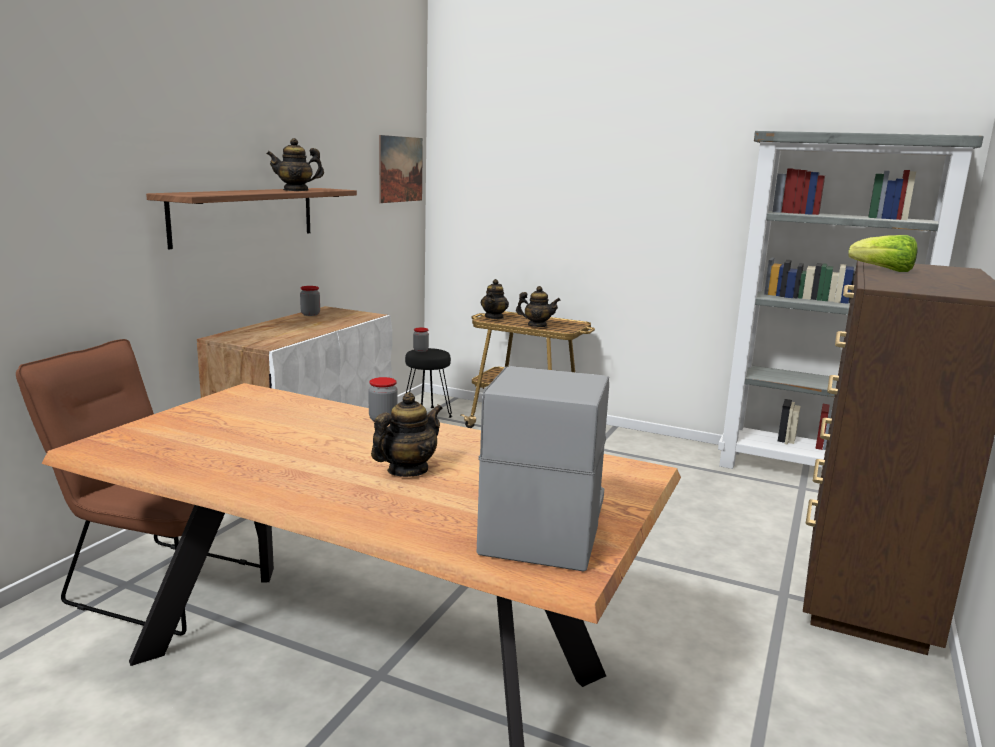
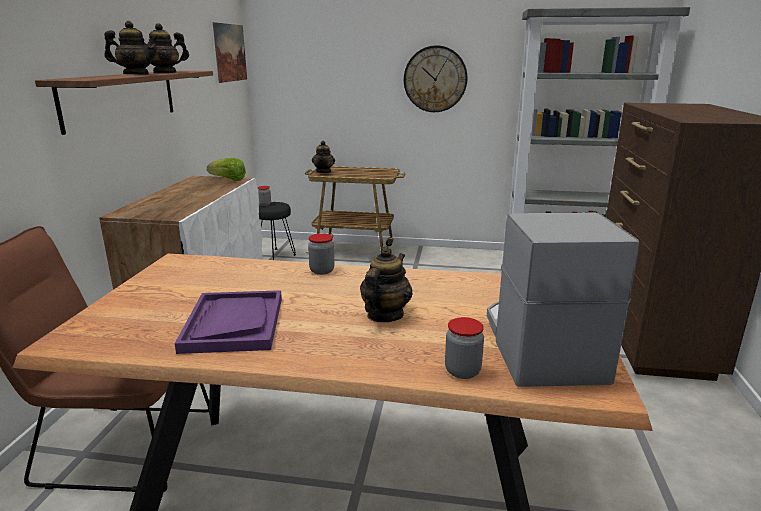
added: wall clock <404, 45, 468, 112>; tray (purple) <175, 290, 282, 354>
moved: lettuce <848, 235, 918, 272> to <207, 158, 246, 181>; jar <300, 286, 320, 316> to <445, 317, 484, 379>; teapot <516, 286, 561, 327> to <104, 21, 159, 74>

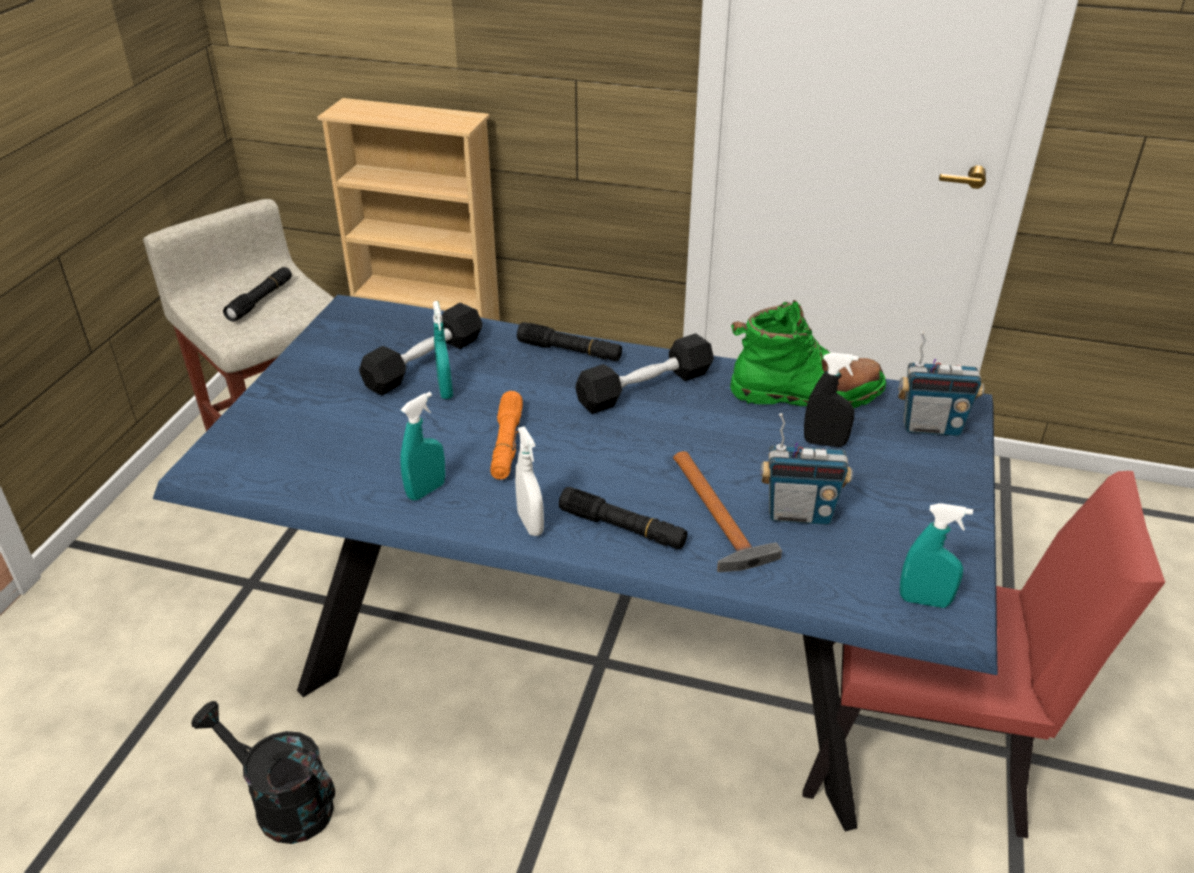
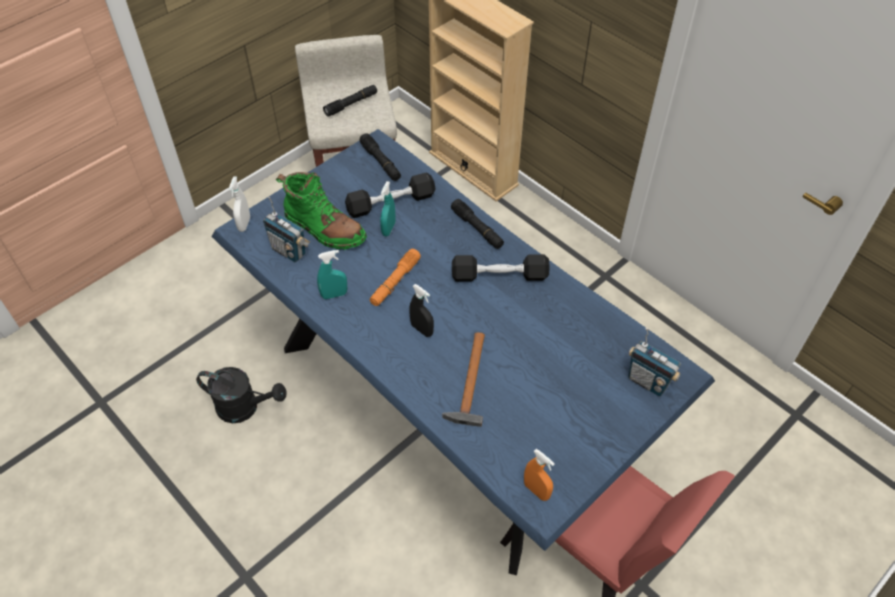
moved: boot (green) <730, 300, 886, 408> to <276, 172, 367, 250>; spray bottle (black) <804, 353, 858, 447> to <410, 284, 434, 337>; radio <760, 413, 853, 525> to <263, 197, 310, 263>; spray bottle (white) <515, 426, 544, 536> to <229, 176, 250, 232>; flashlight (black) <559, 487, 687, 549> to <359, 133, 401, 181>
recoloured: spray bottle (turquoise) <900, 503, 973, 608> to spray bottle (orange) <524, 449, 555, 501>
turned: watering can (black) <191, 701, 335, 844> = <196, 367, 287, 423> 135 degrees clockwise

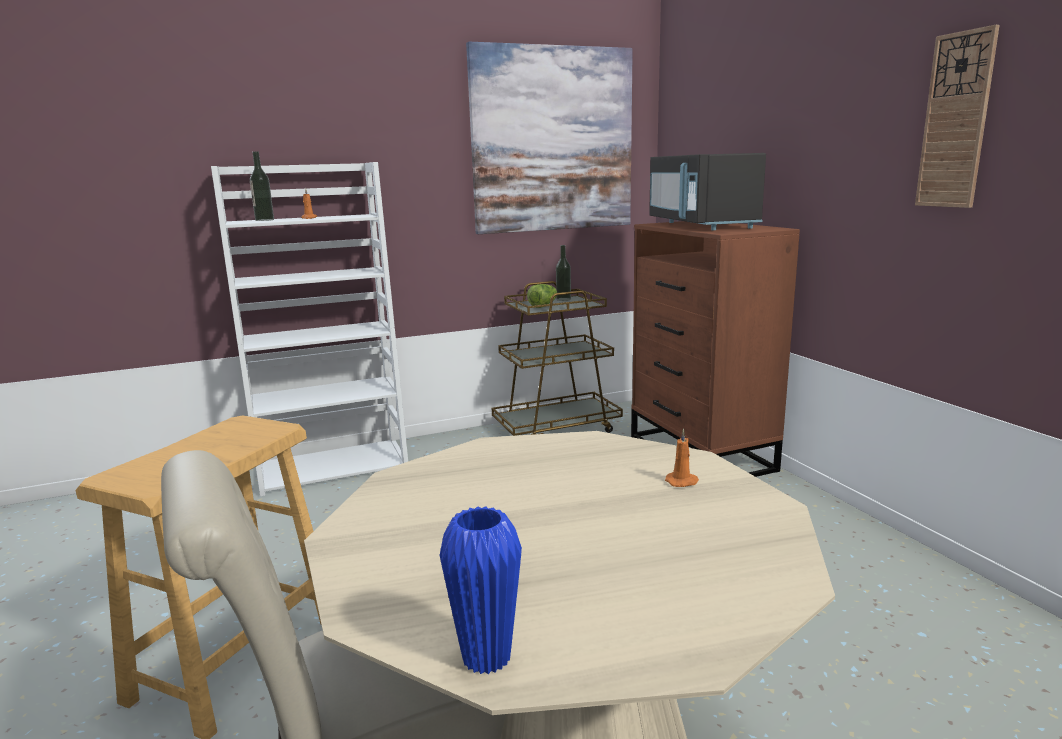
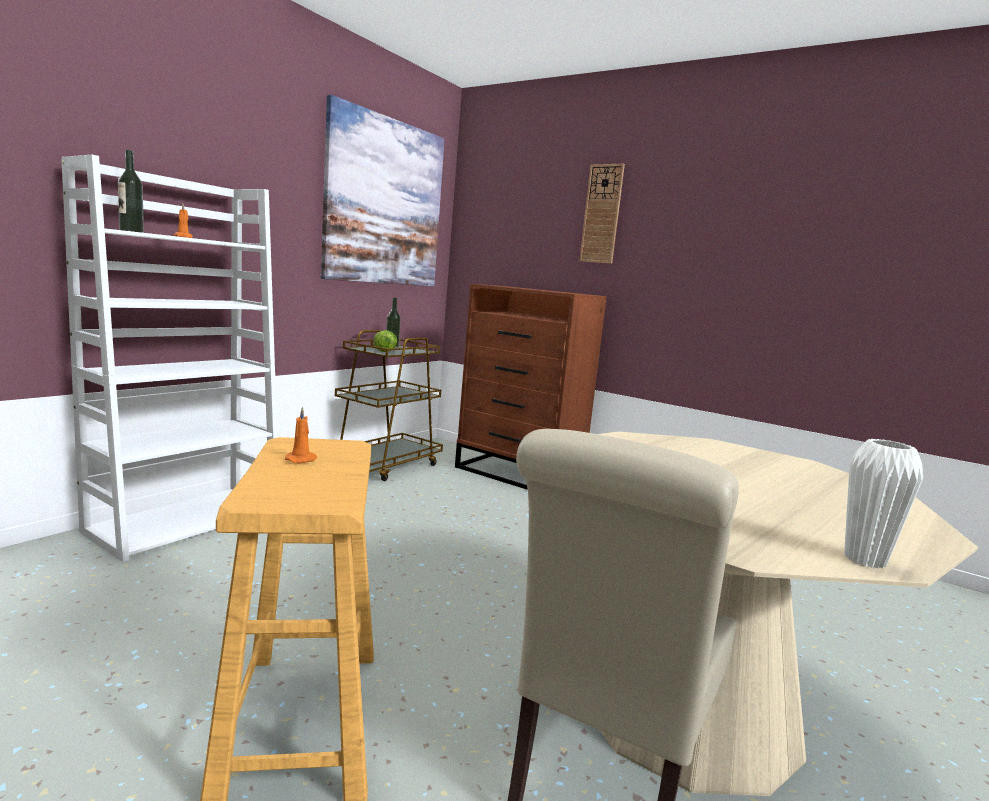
removed: microwave (black) <649, 153, 766, 230>
moved: wall clock <915, 25, 1000, 208> to <579, 164, 625, 264>; candle (orange) <665, 429, 699, 487> to <285, 407, 317, 463>
recoloured: vase (blue) <440, 506, 522, 674> to vase (white) <844, 439, 923, 568>

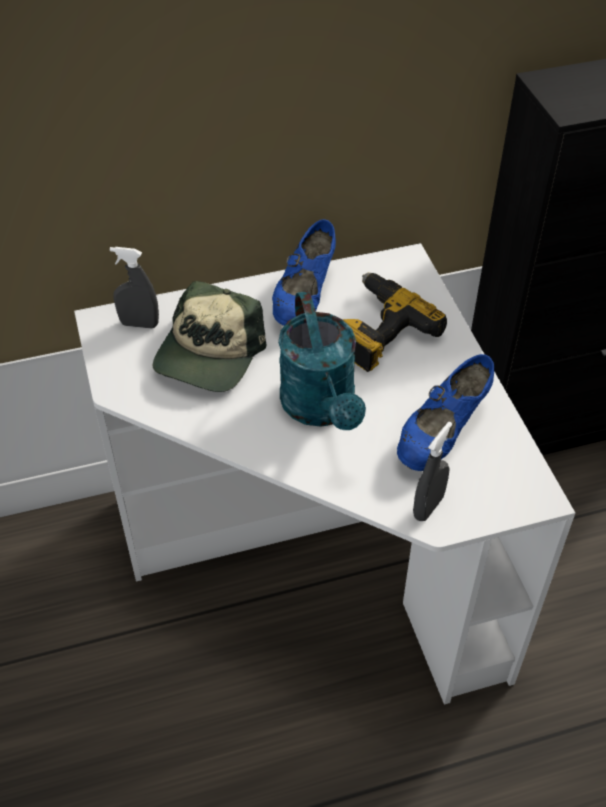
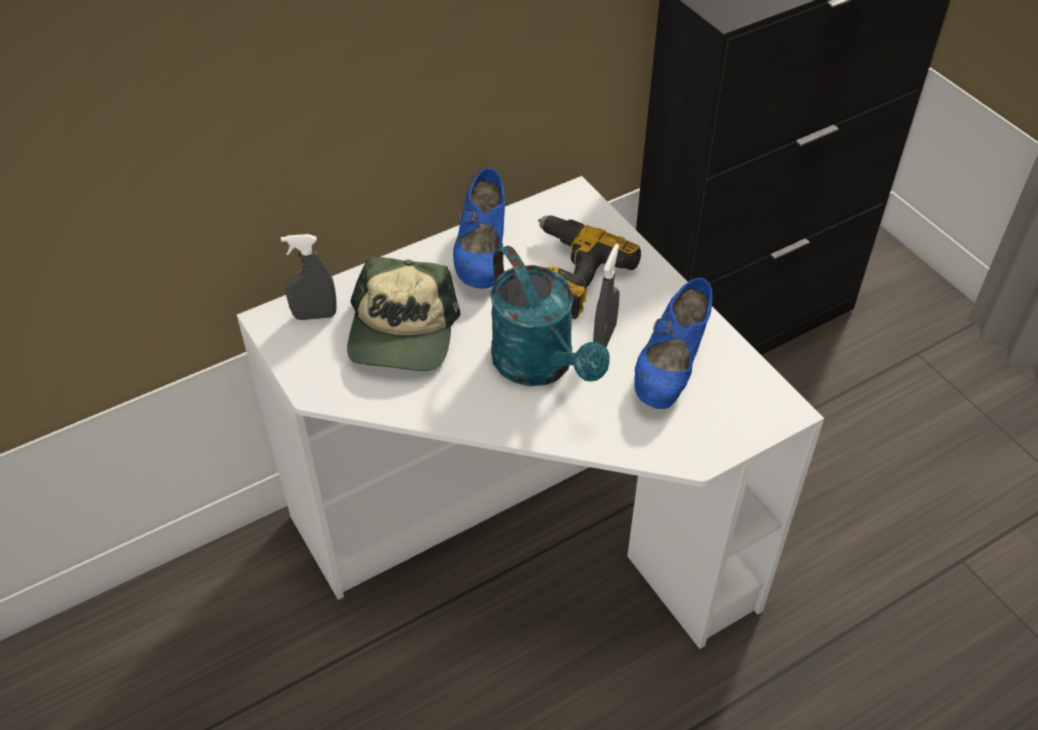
moved: spray bottle (grey) <413, 422, 452, 521> to <593, 244, 620, 347>

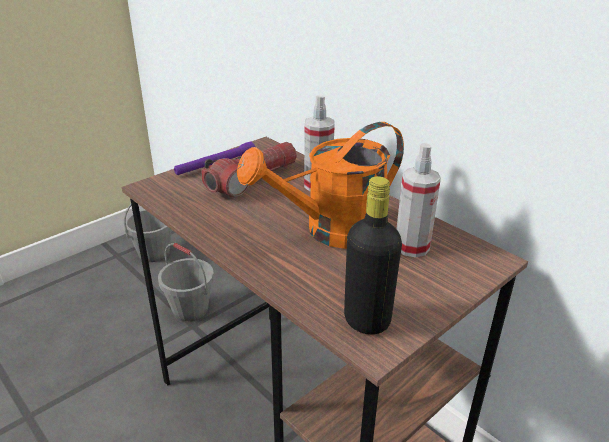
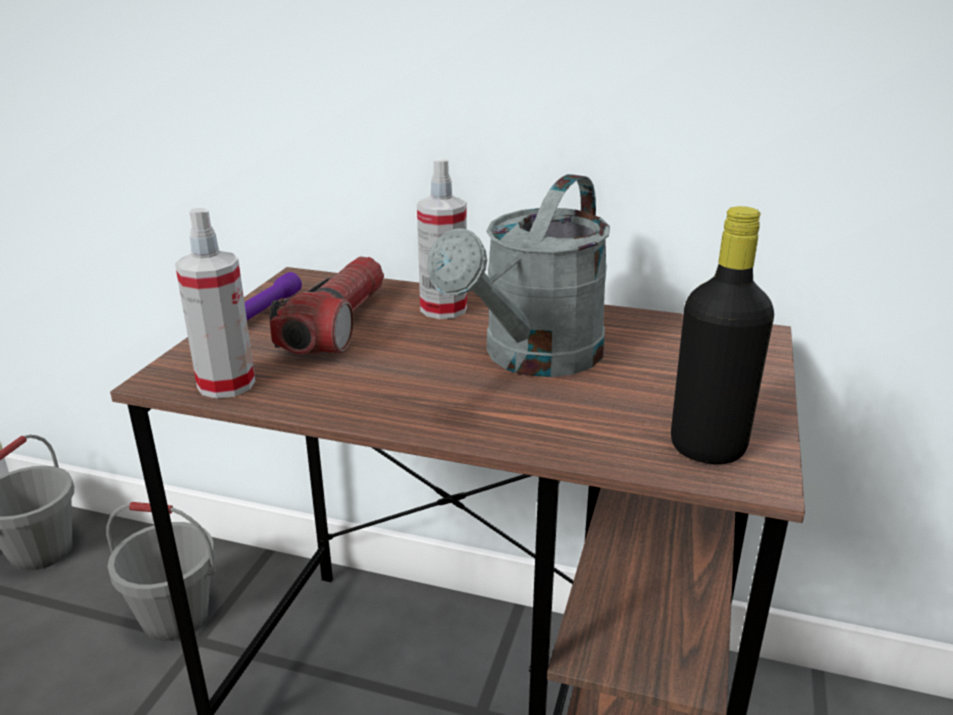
moved: spray bottle <397, 143, 441, 257> to <175, 208, 255, 399>
recoloured: watering can (orange) <237, 122, 404, 249> to watering can (grey) <427, 174, 610, 377>

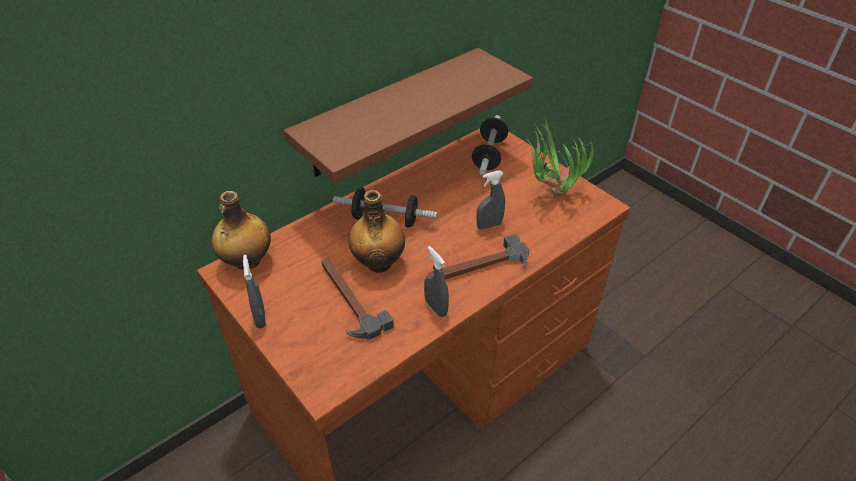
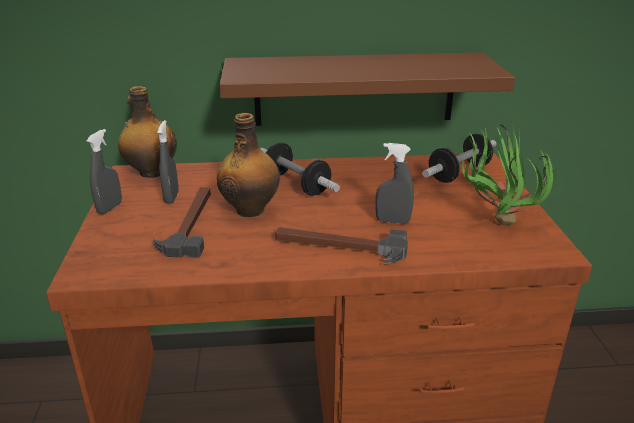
moved: spray bottle (grey) <424, 246, 449, 317> to <157, 120, 179, 204>

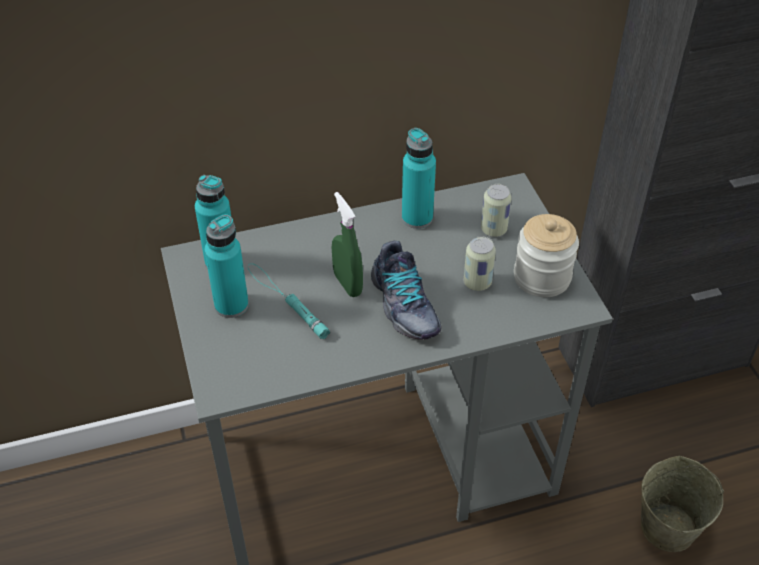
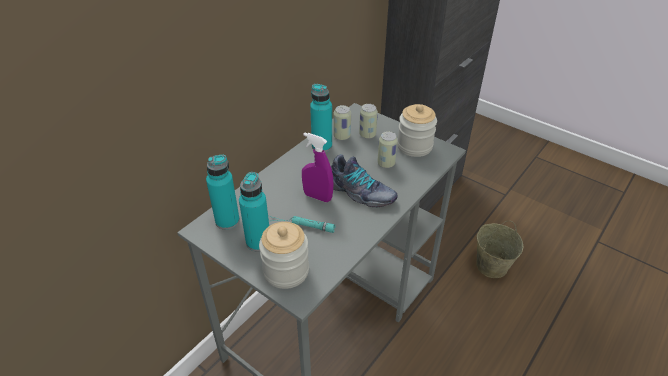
added: can <334, 105, 351, 140>; jar <259, 222, 309, 289>
recoloured: spray bottle (green) <332, 192, 363, 297> to spray bottle (purple) <302, 132, 334, 202>

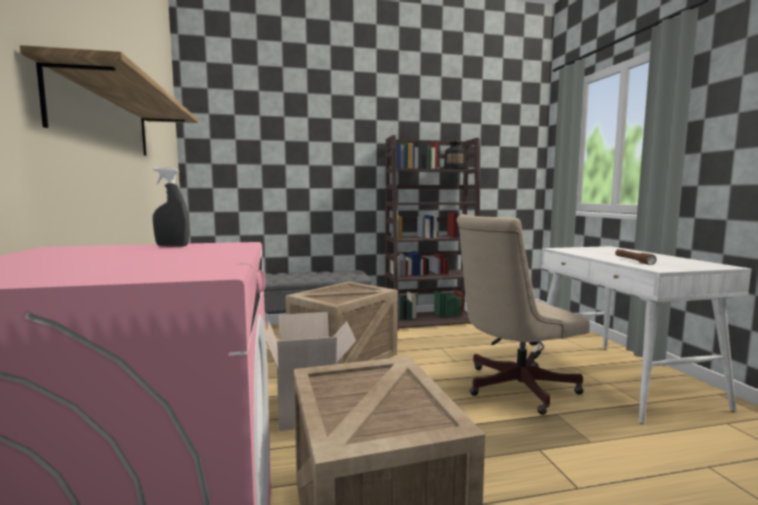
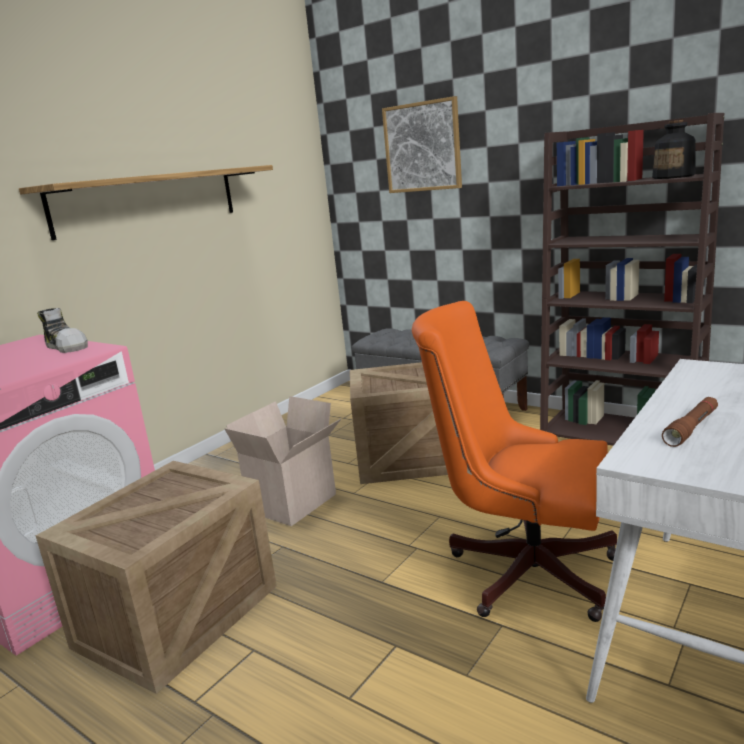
added: picture <382, 96, 462, 193>
replaced: spray bottle (grey) <153, 167, 189, 247> to shoe <37, 308, 88, 353>
recoloured: office chair (beige) <457, 214, 590, 415> to office chair (orange) <412, 301, 617, 622>

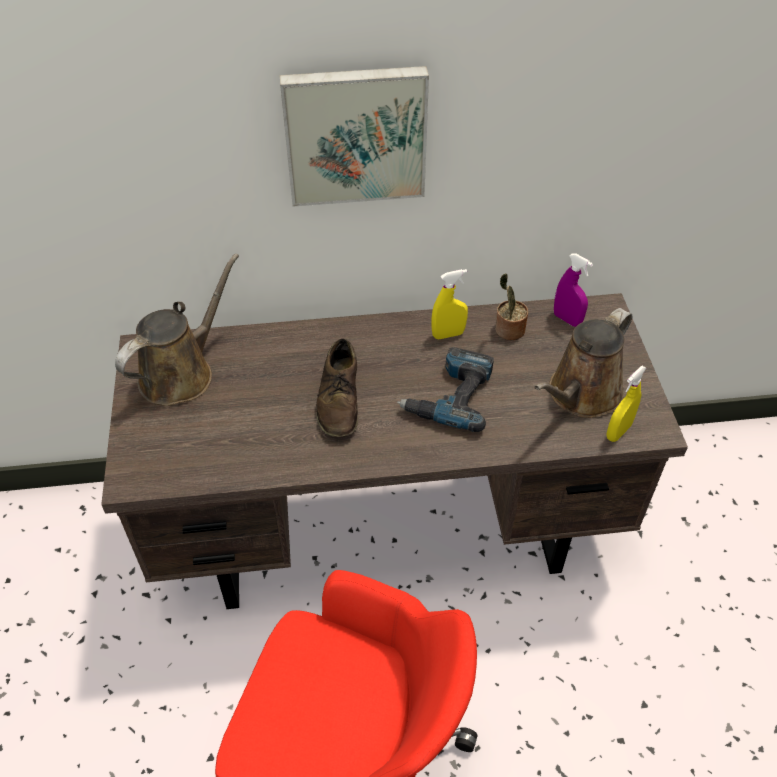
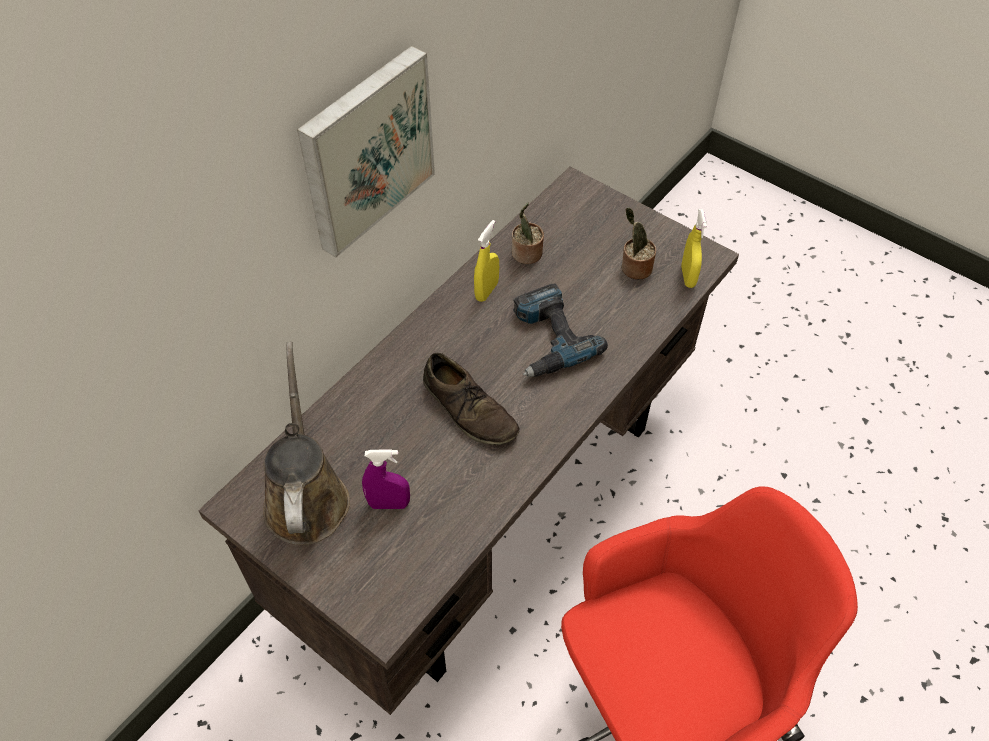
moved: spray bottle (purple) <554, 253, 593, 327> to <362, 450, 410, 509>
replaced: watering can (brown) <534, 308, 632, 418> to potted plant <622, 207, 656, 279>

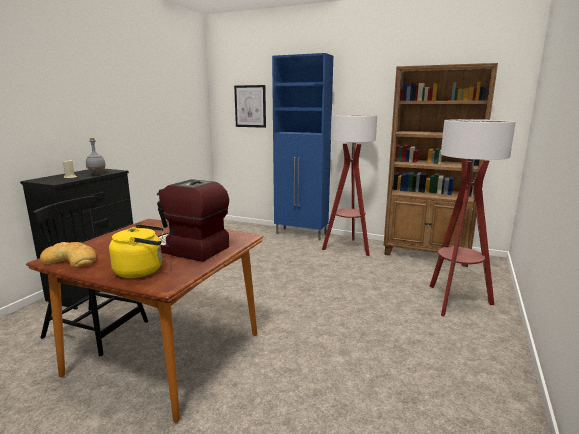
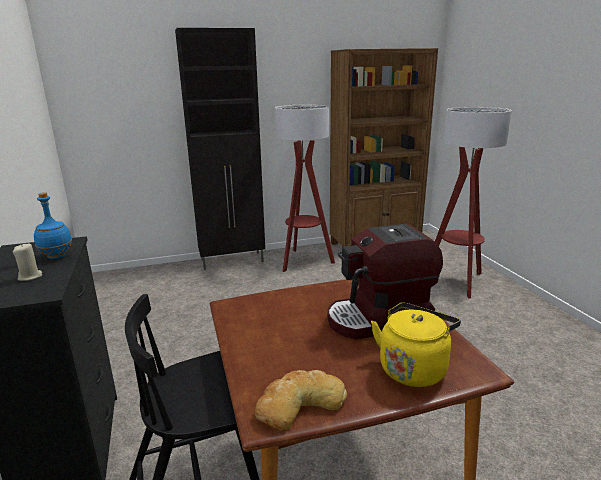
removed: picture <234, 85, 266, 128>
recoloured: cabinet (blue) <272, 53, 333, 240> to cabinet (black) <175, 28, 265, 270>; bottle (grey) <86, 138, 106, 175> to bottle (blue) <34, 192, 72, 259>

